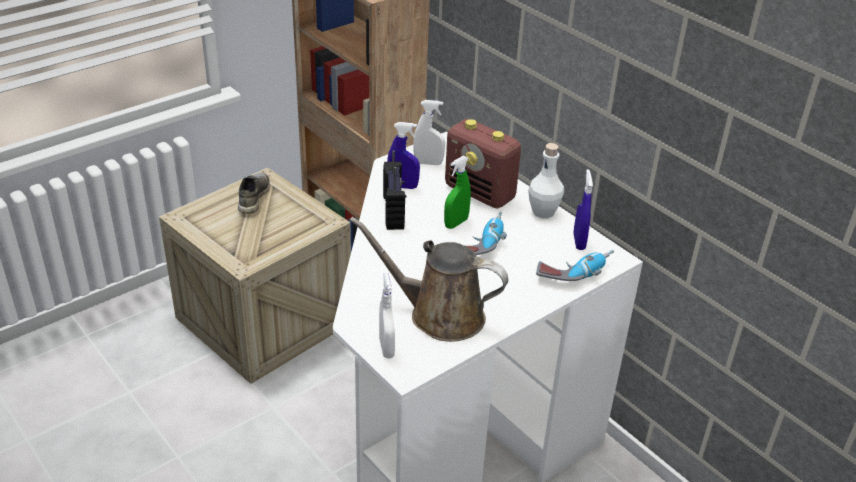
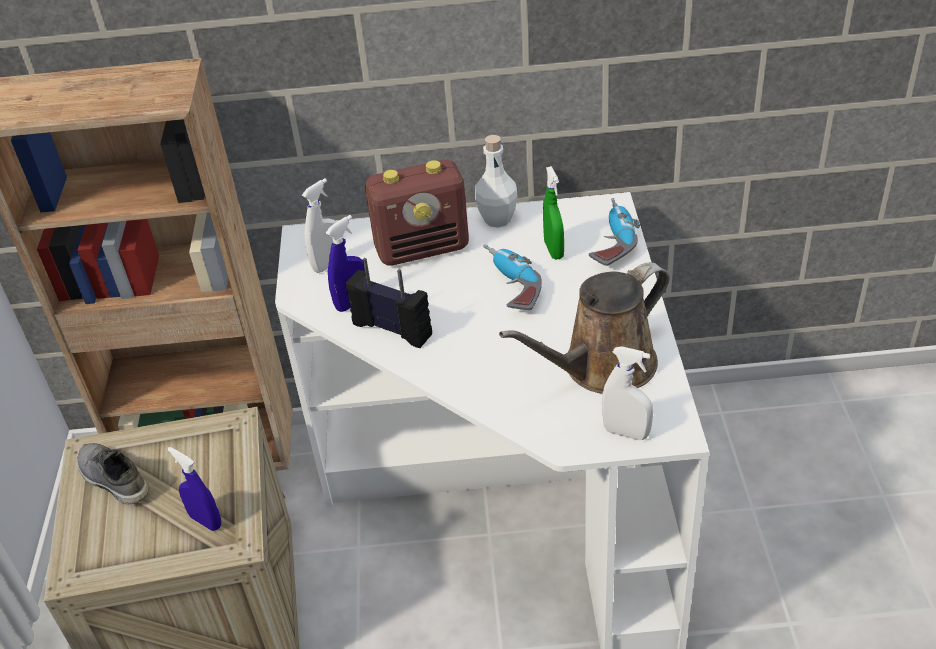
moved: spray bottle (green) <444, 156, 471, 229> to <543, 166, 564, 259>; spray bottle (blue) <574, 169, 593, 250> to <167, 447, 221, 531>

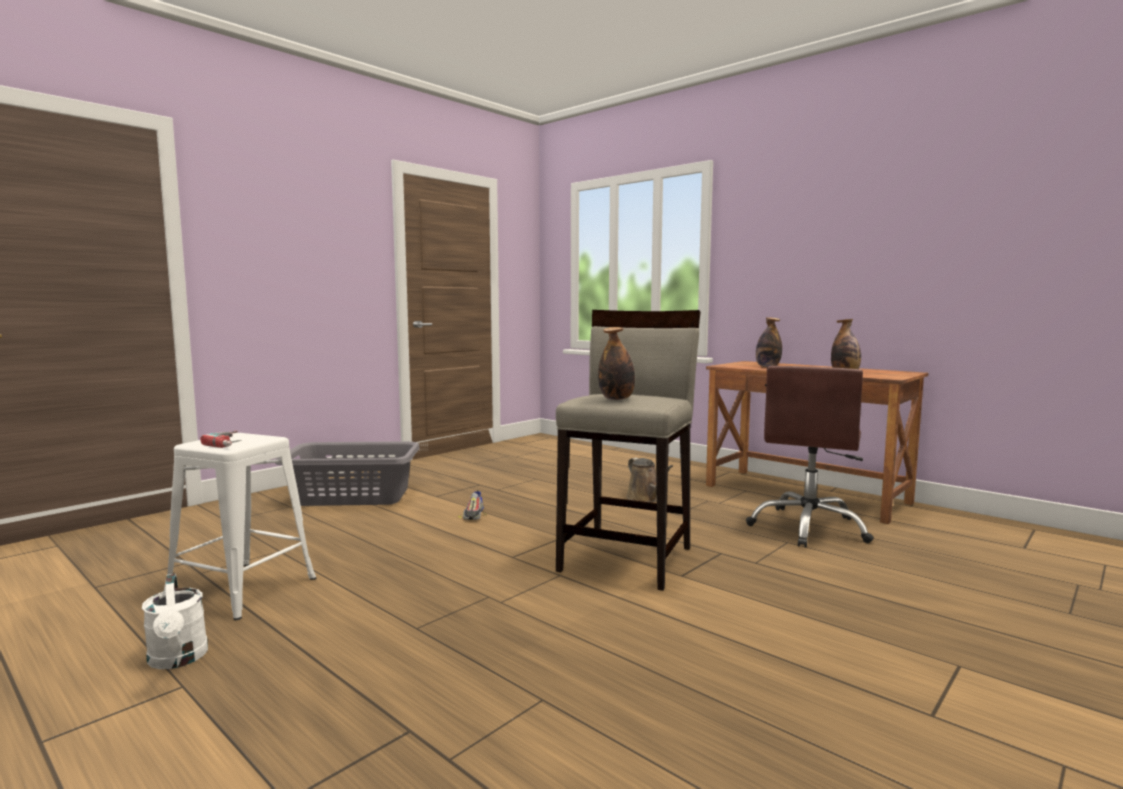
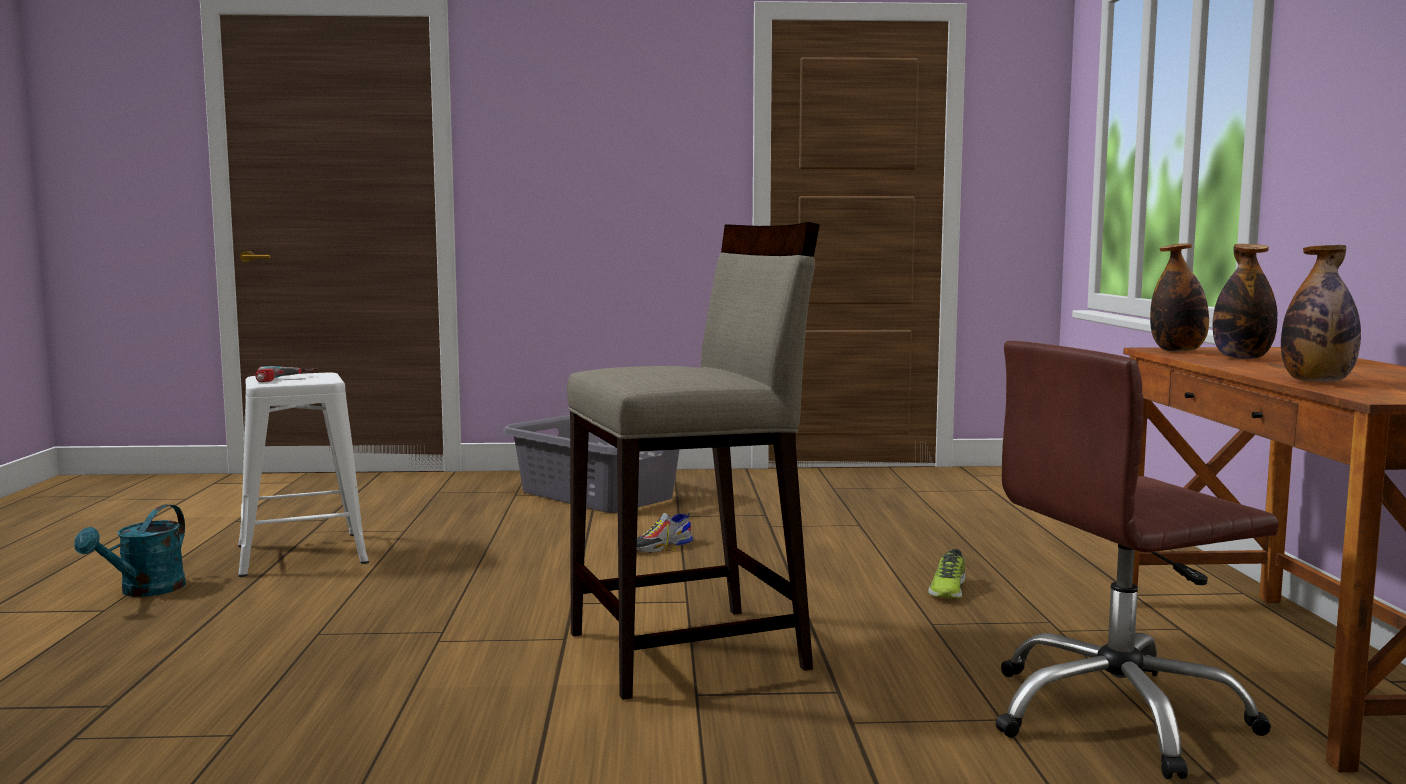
moved: bottle <598, 327, 635, 400> to <1150, 243, 1209, 352>
replaced: watering can (brown) <627, 458, 673, 502> to shoe <928, 549, 965, 599>
recoloured: watering can (white) <142, 573, 208, 669> to watering can (turquoise) <74, 504, 186, 597>

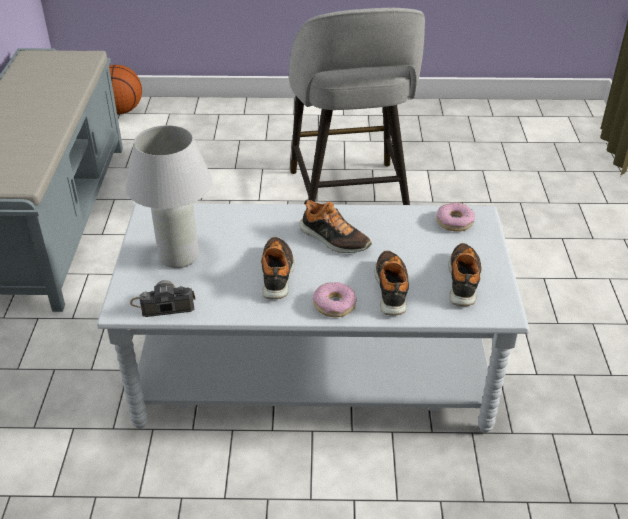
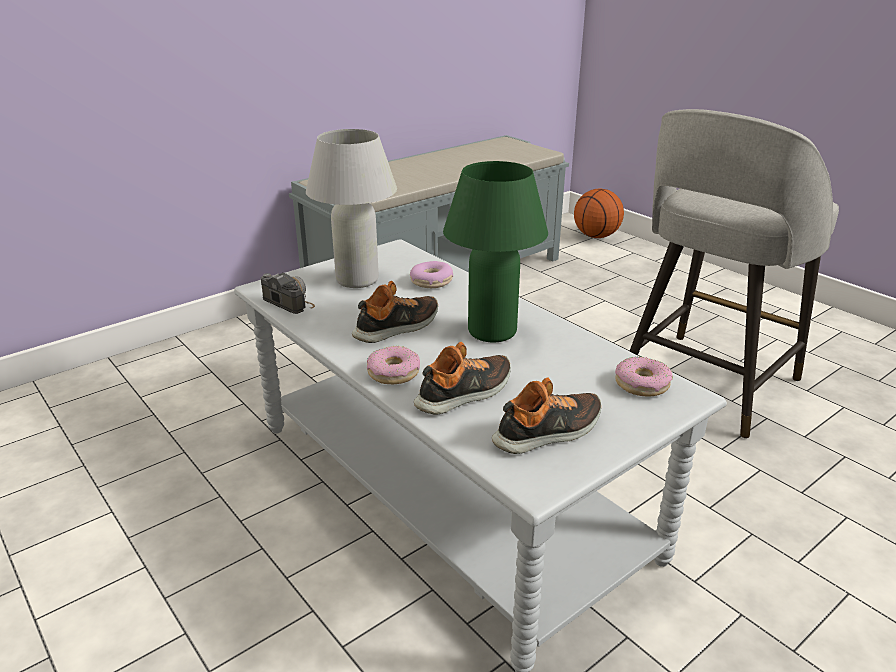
added: donut <410, 261, 453, 288>
replaced: shoe <299, 200, 372, 253> to table lamp (green) <443, 161, 548, 342>

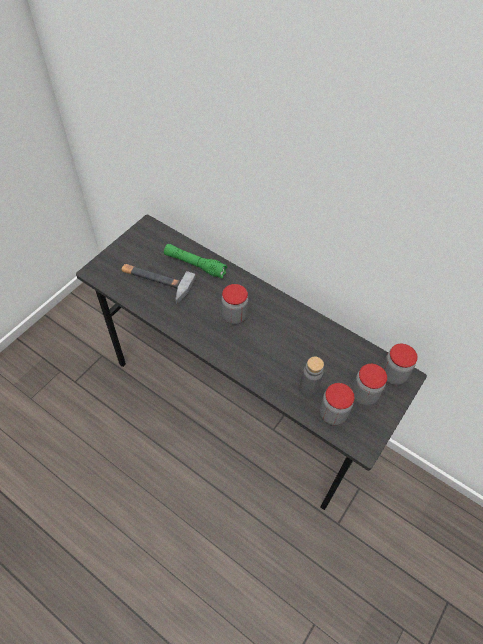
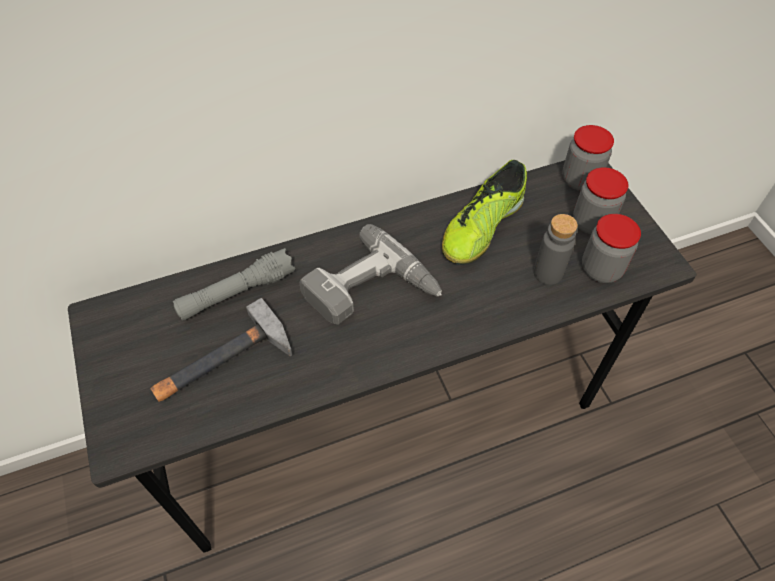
added: shoe <442, 160, 527, 265>
replaced: jar <221, 284, 248, 324> to power drill <299, 224, 442, 324>
recoloured: flashlight (green) <164, 244, 228, 279> to flashlight (grey) <173, 248, 295, 321>

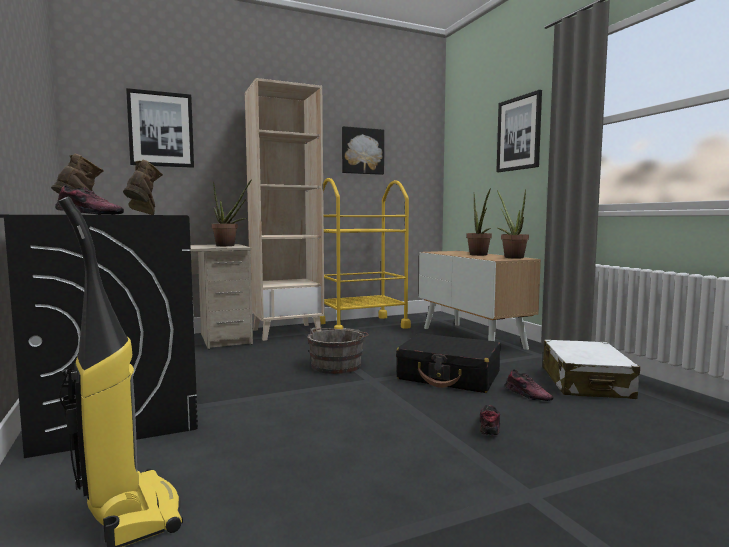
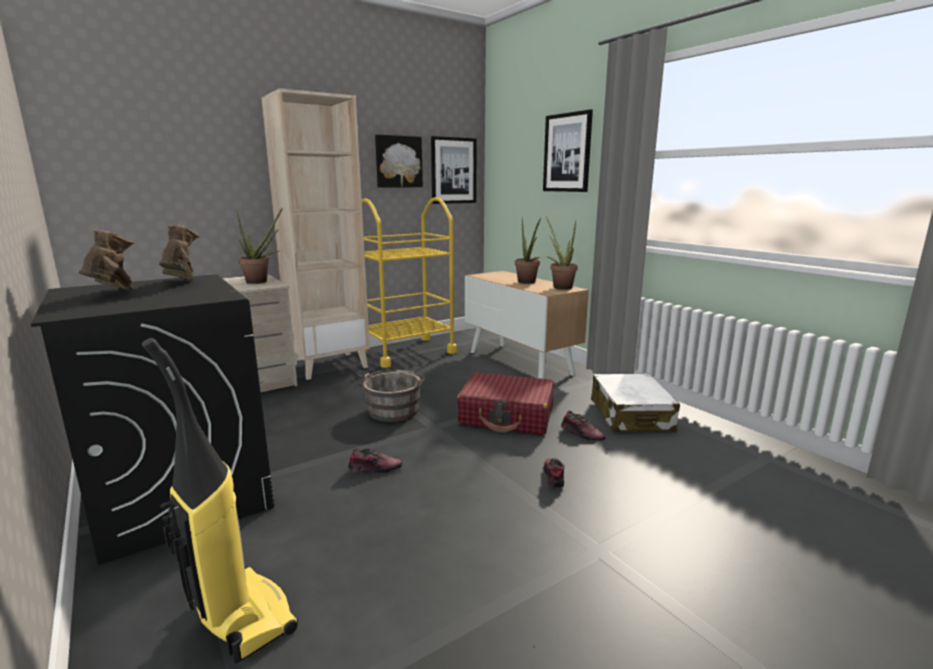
moved: picture <126, 88, 194, 168> to <431, 136, 477, 204>; shoe <55, 185, 124, 215> to <349, 448, 402, 473>
recoloured: suitcase (black) <396, 333, 500, 393> to suitcase (red) <457, 372, 554, 435>

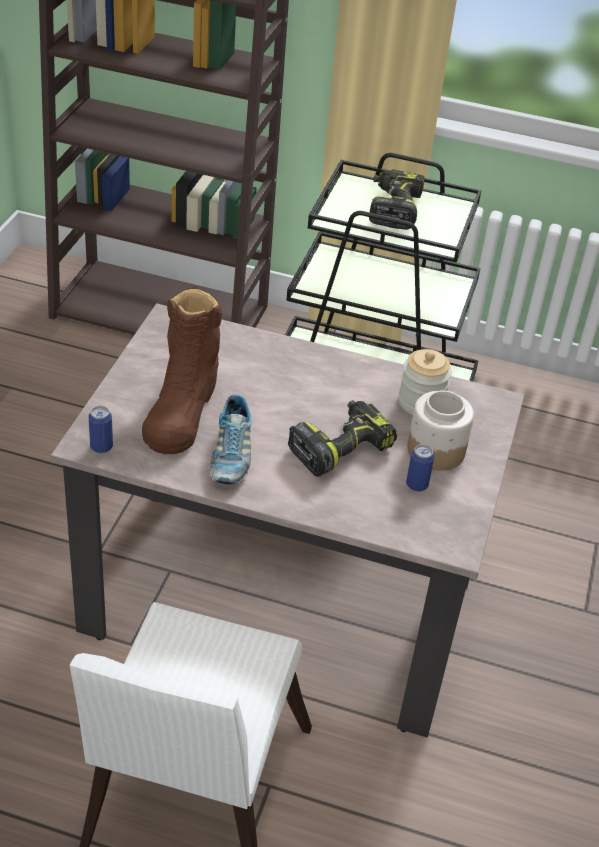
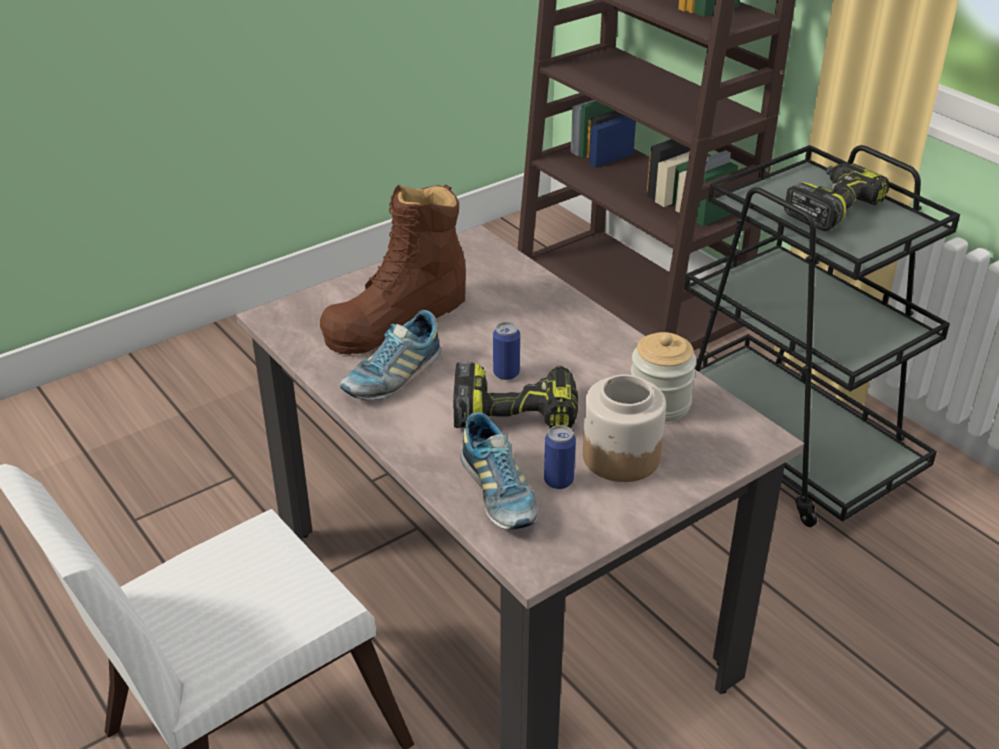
added: shoe <460, 412, 537, 530>
moved: can <89, 406, 113, 453> to <493, 322, 520, 380>

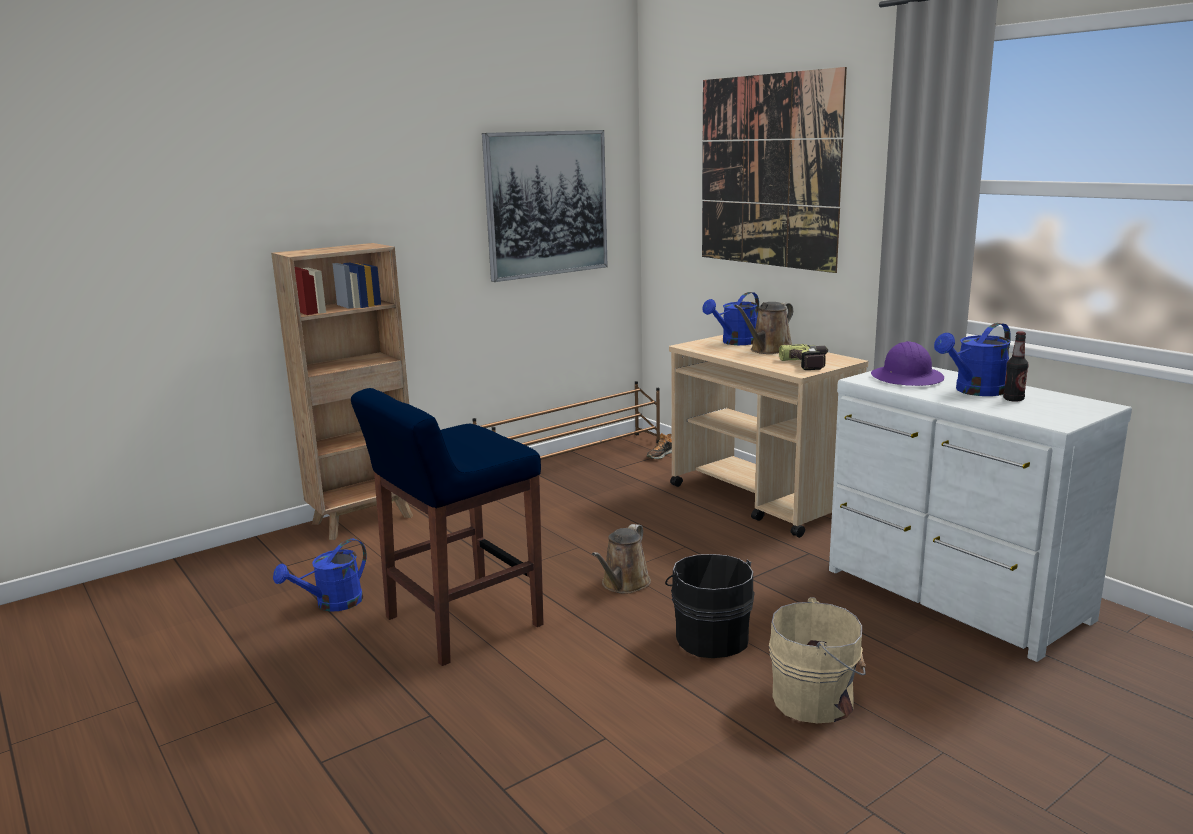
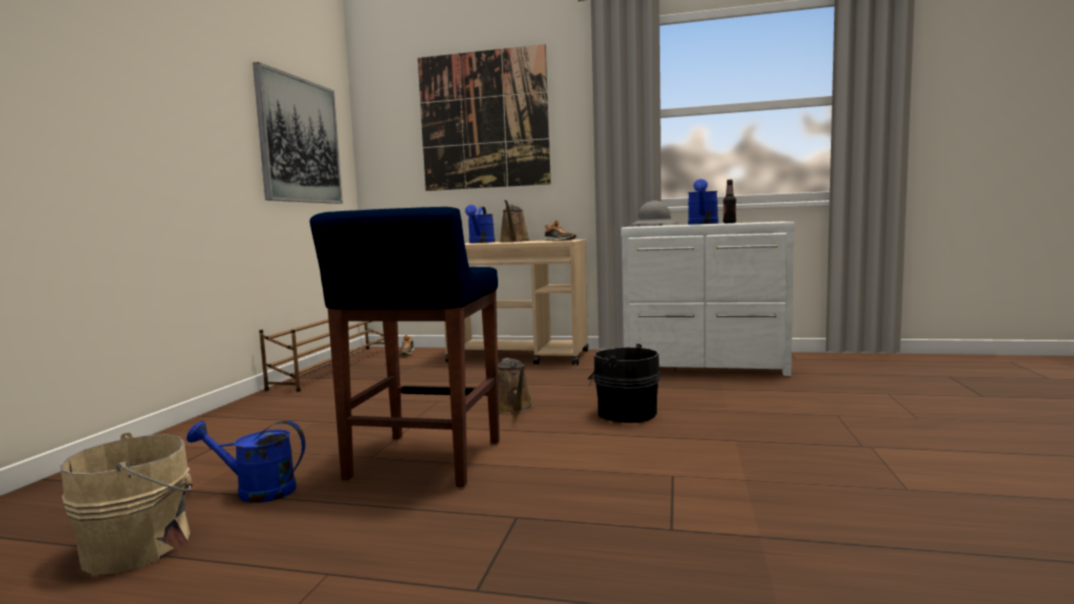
removed: bookcase (brown) <271, 243, 413, 540>
moved: bucket (beige) <769, 597, 866, 723> to <60, 433, 193, 575>
replaced: power drill <779, 344, 828, 370> to shoe <543, 220, 576, 241>
recoloured: hard hat (purple) <871, 341, 944, 386> to hard hat (grey) <632, 200, 678, 226>
turned: watering can (blue) <273, 538, 367, 612> = <187, 421, 305, 503> 90 degrees clockwise

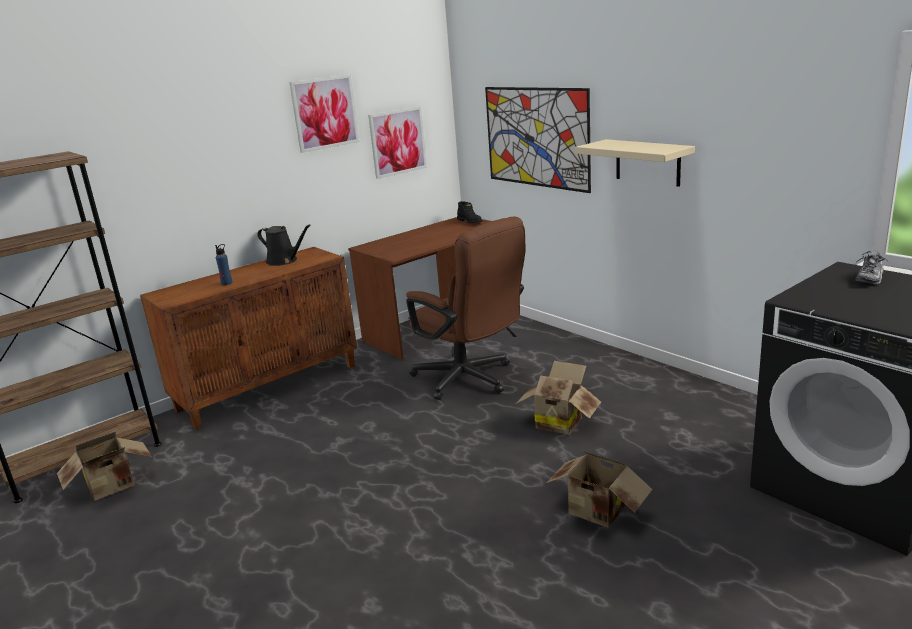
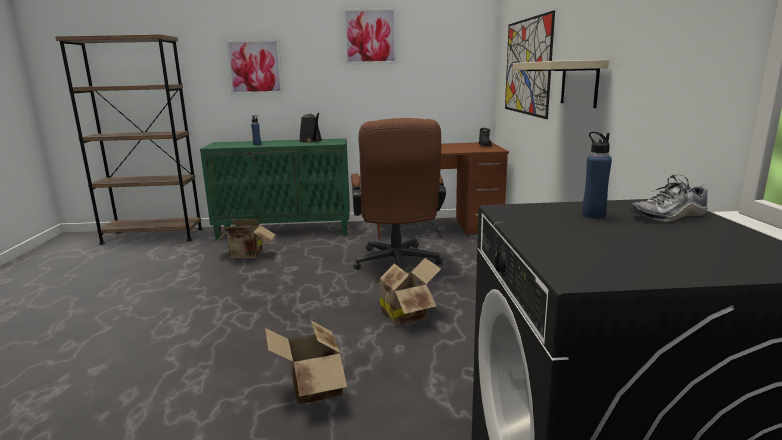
added: bottle (blue) <582, 132, 612, 219>
moved: picture <368, 106, 427, 179> to <225, 39, 283, 95>; cardboard box <57, 432, 152, 501> to <213, 219, 276, 259>
recoloured: cabinet (brown) <140, 247, 357, 430> to cabinet (green) <200, 138, 350, 240>

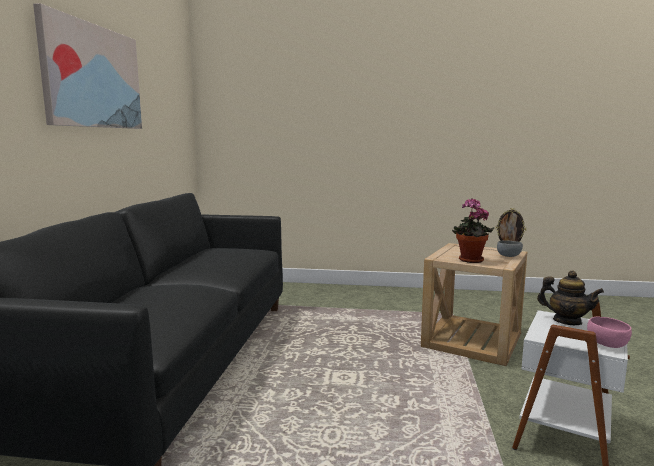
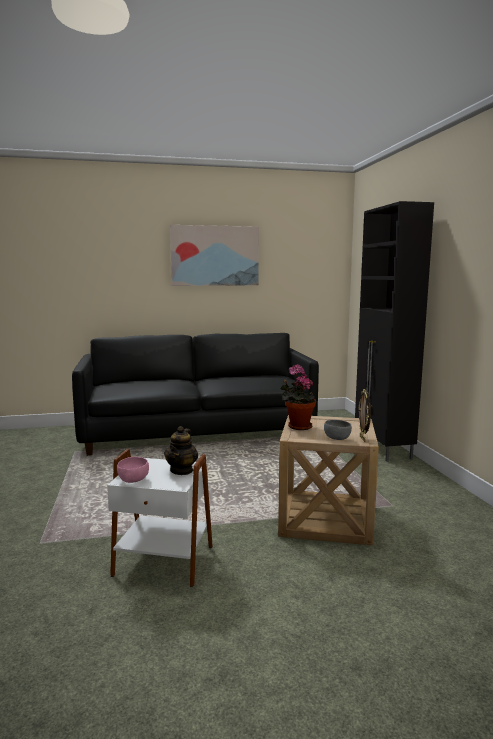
added: cabinet (black) <355, 201, 434, 462>

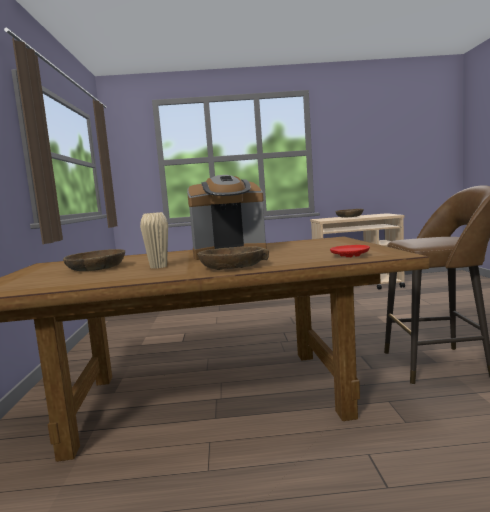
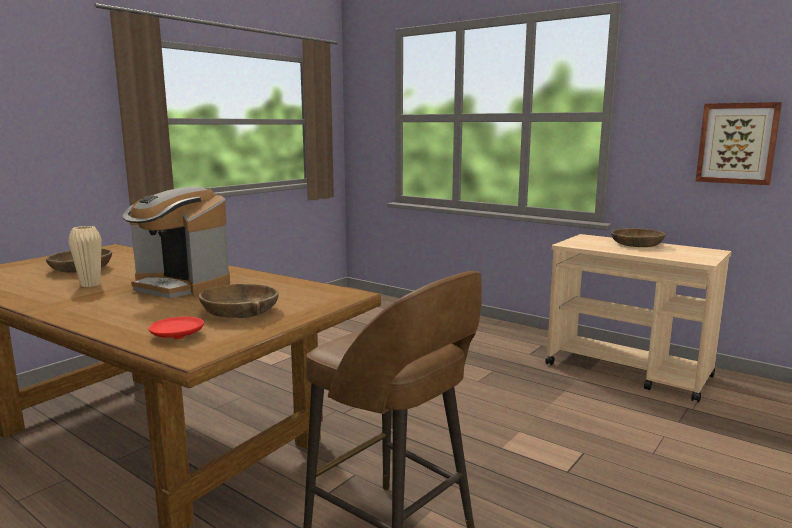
added: picture <696, 102, 782, 185>
moved: bowl (brown) <197, 247, 269, 270> to <199, 284, 279, 318>

